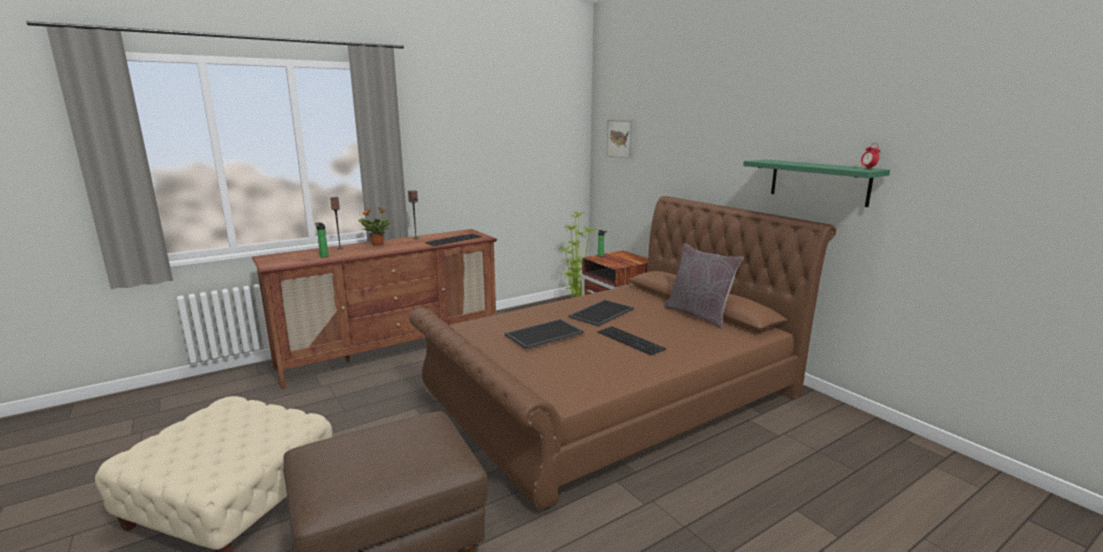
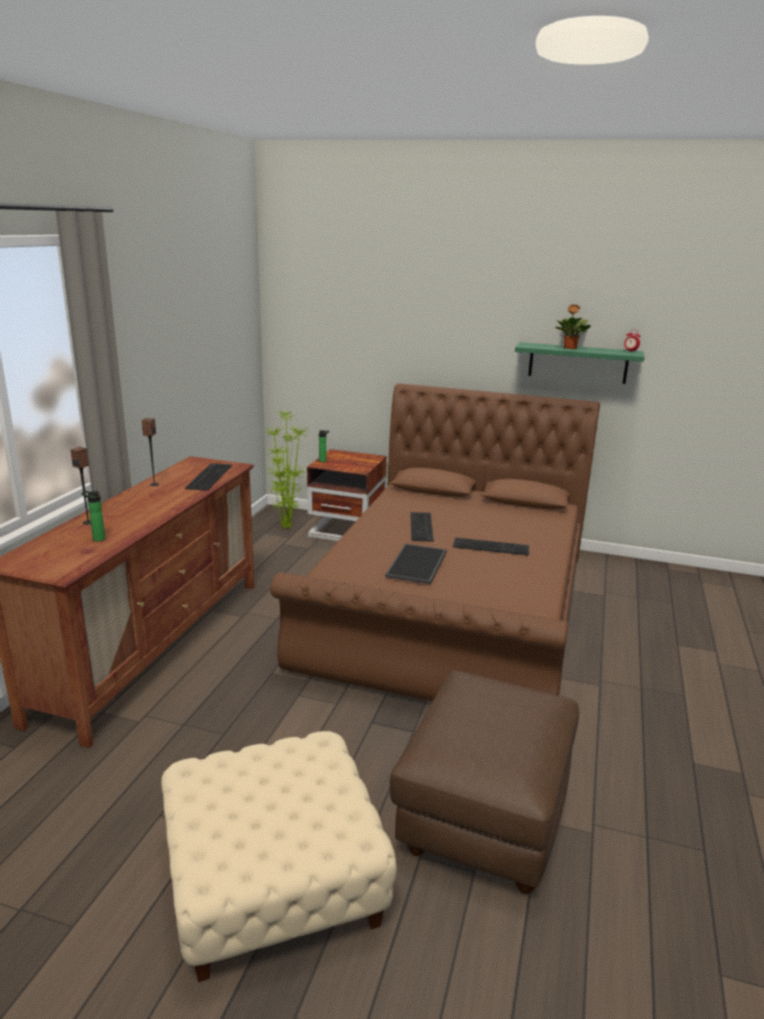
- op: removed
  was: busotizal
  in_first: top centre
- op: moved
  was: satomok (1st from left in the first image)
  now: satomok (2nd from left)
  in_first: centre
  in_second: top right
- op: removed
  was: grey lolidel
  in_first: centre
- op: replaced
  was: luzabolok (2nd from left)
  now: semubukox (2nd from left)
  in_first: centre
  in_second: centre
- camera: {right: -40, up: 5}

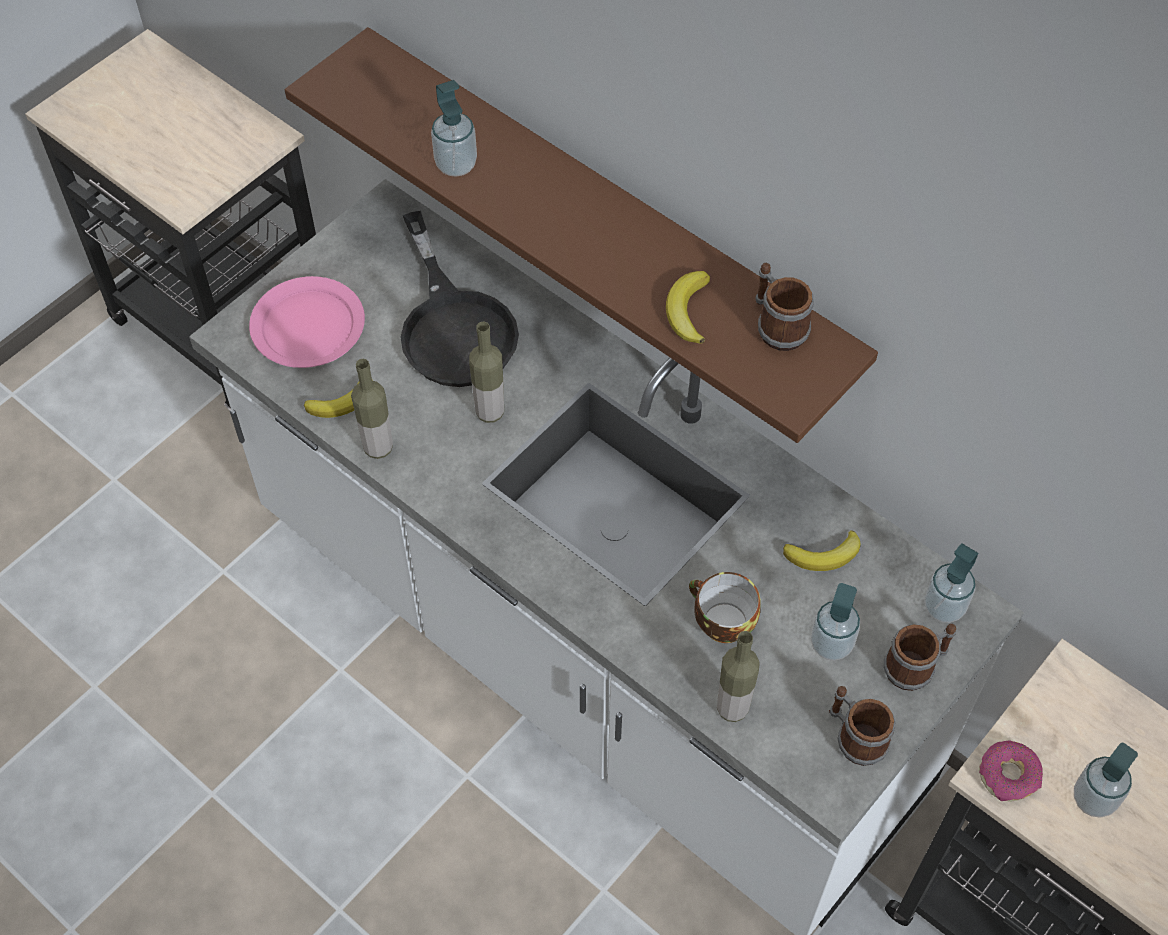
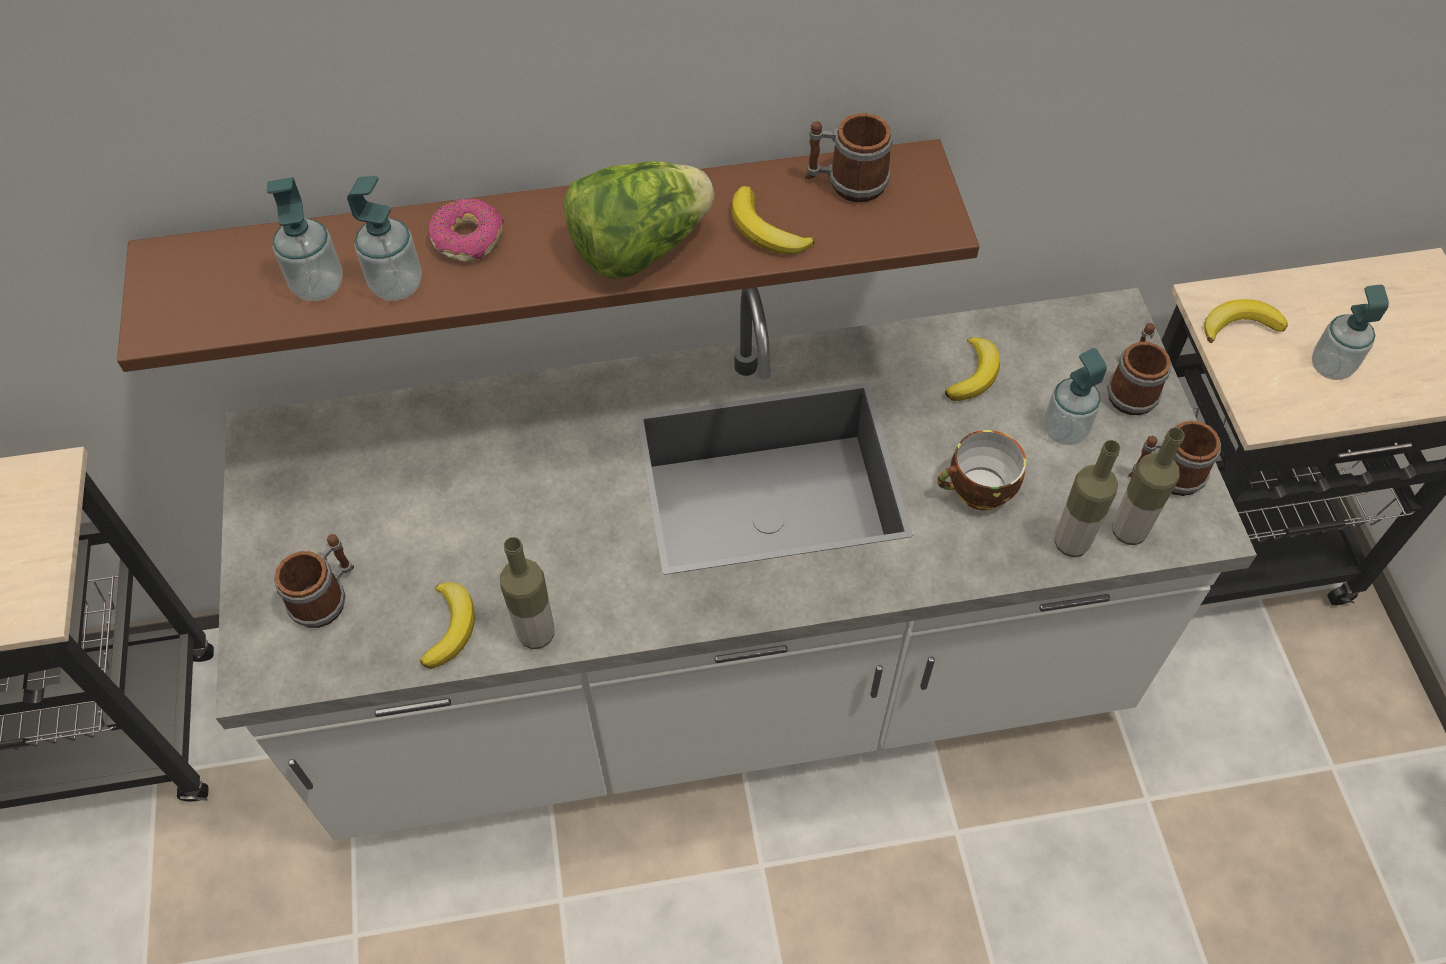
- op: removed
  was: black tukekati
  in_first: top centre
- op: replaced
  was: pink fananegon
  now: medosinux (1st from left)
  in_first: middle left
  in_second: middle left
- op: moved
  was: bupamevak (2nd from left in the first image)
  now: bupamevak (3rd from left)
  in_first: centre
  in_second: middle right
- op: moved
  was: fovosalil (3rd from left in the first image)
  now: fovosalil (1st from left)
  in_first: middle right
  in_second: top left
- op: moved
  was: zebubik
  in_first: bottom right
  in_second: top left
- op: added
  now: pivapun
  in_second: top centre
- op: added
  now: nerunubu (4th from left)
  in_second: top right
- camera: {right: -50, up: 0}

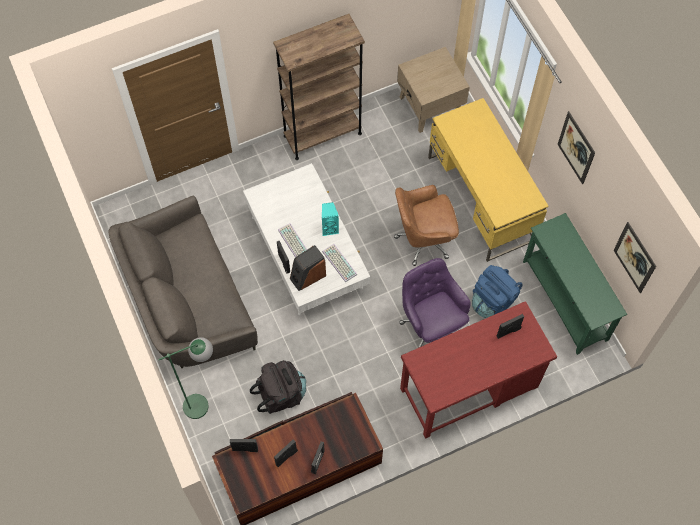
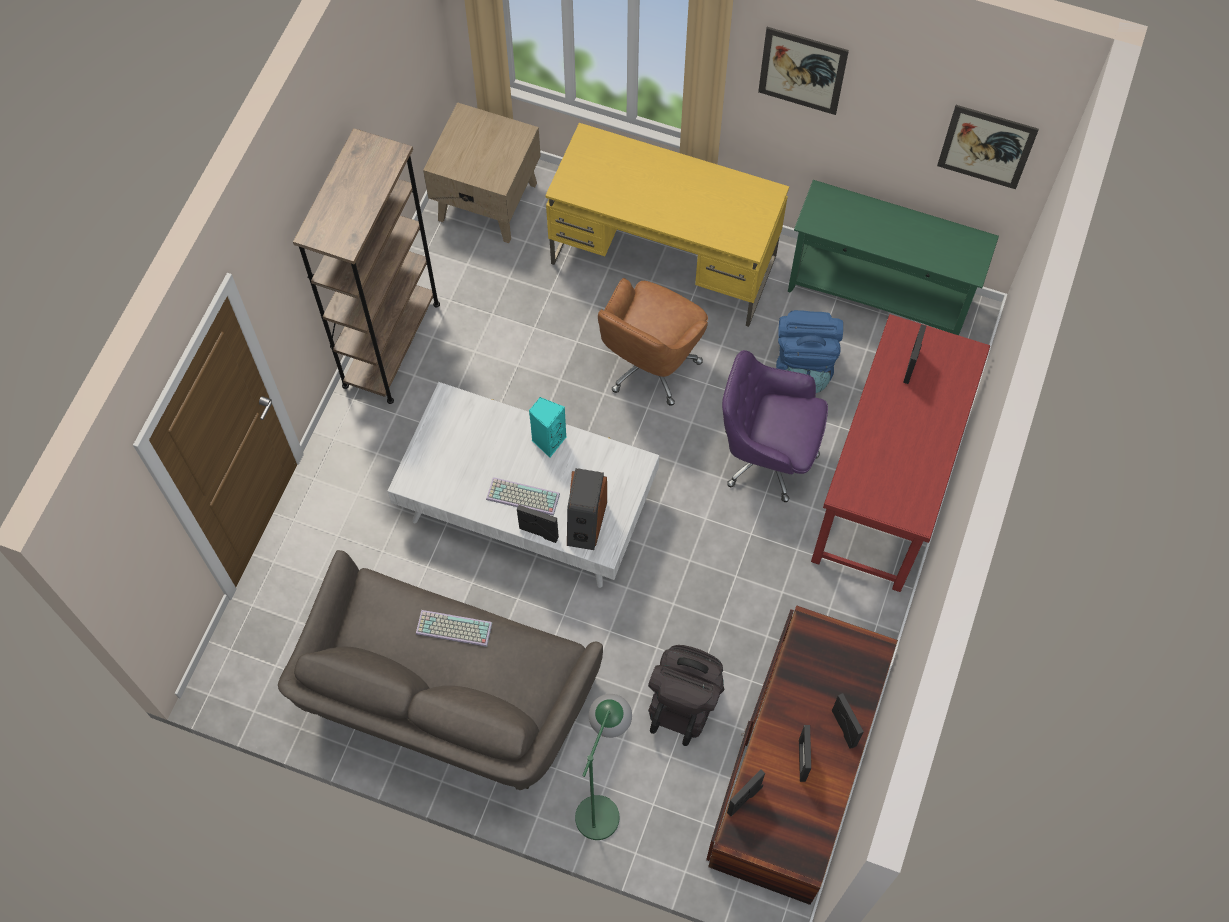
- op: moved
  was: semubukox (2nd from left in the first image)
  now: semubukox (1st from left)
  in_first: centre
  in_second: bottom centre
- camera: {right: -45, up: 0}

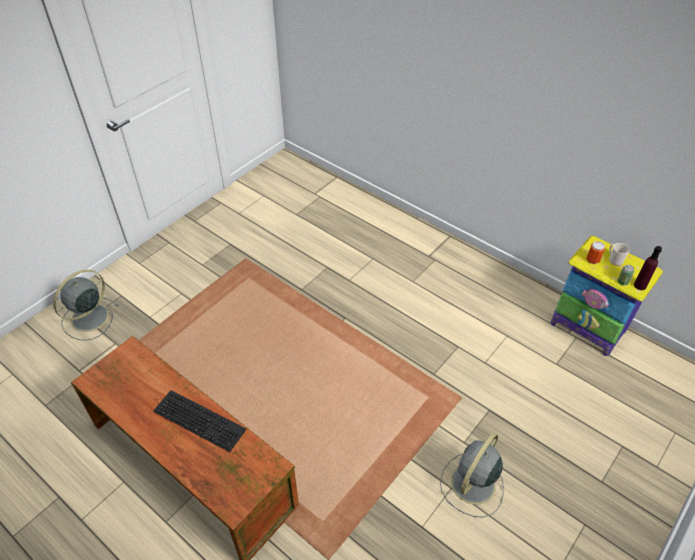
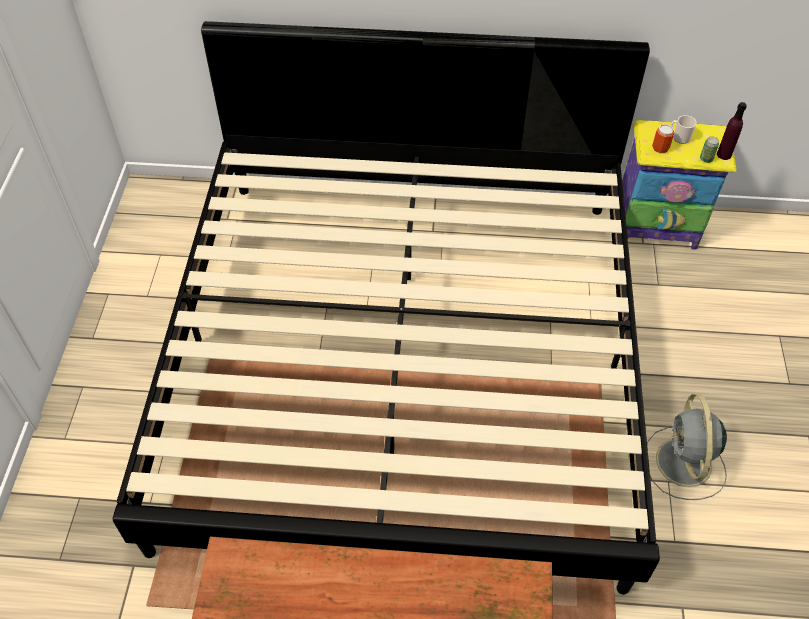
- op: removed
  was: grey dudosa (1st from left)
  in_first: middle left
- op: removed
  was: semubukox
  in_first: bottom left
- op: added
  now: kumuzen
  in_second: centre
- camera: {right: -35, up: 5}

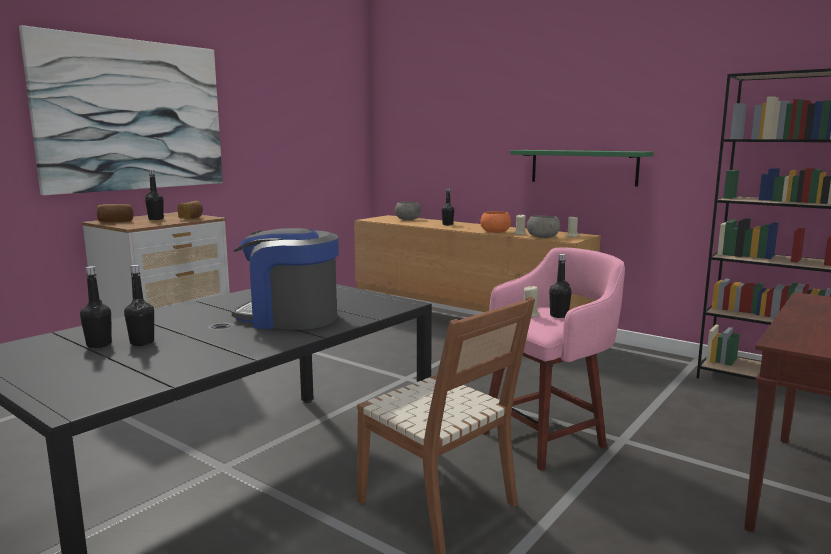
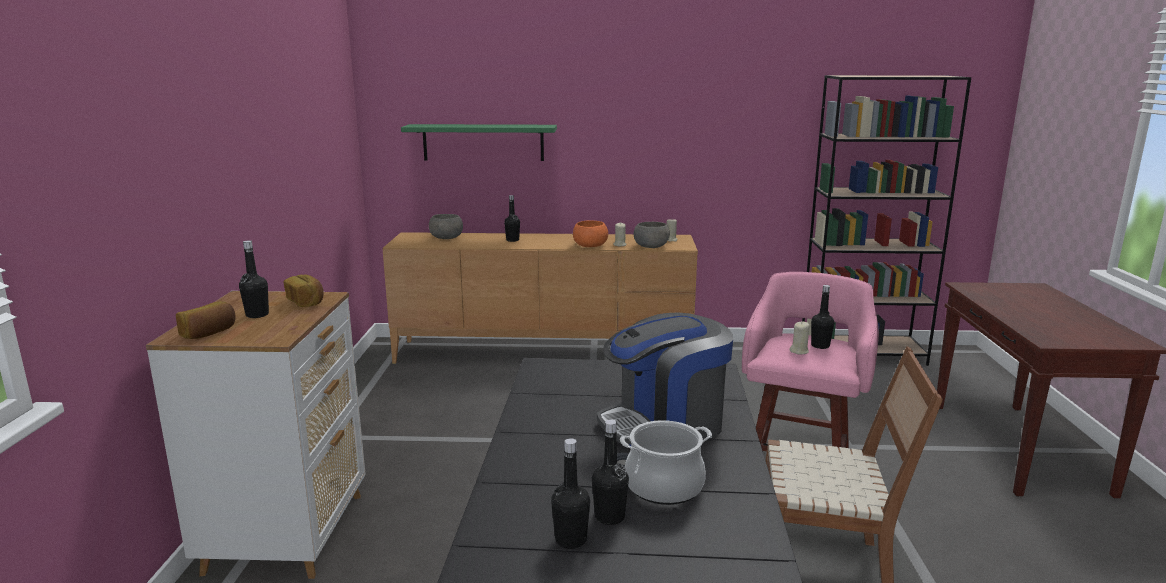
- op: removed
  was: busotizal
  in_first: top left
- op: moved
  was: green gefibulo
  in_first: top right
  in_second: top centre
- op: added
  now: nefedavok
  in_second: bottom centre
- camera: {right: -35, up: 5}

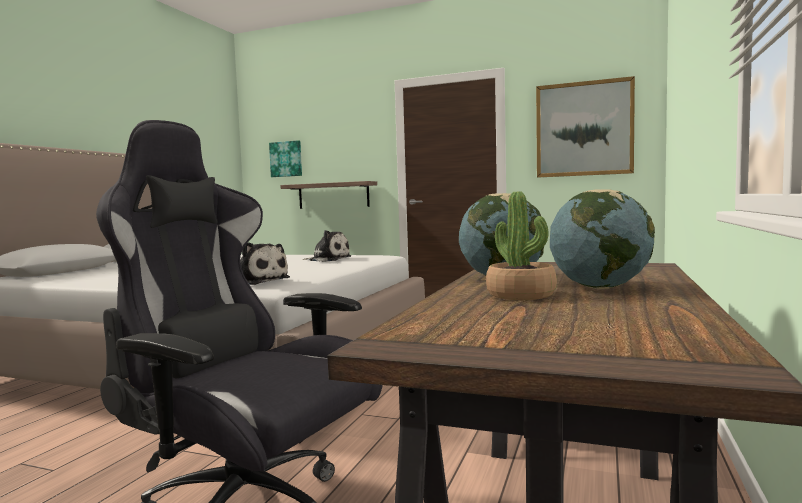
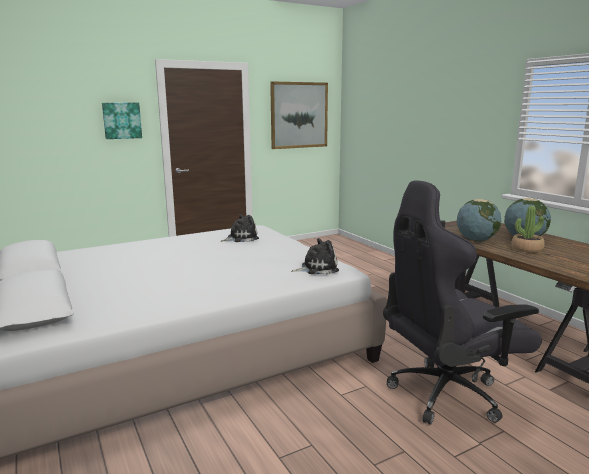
- op: moved
  was: busotizal (1st from left)
  in_first: top centre
  in_second: top left
- op: removed
  was: gefibulo
  in_first: centre
- camera: {right: -50, up: 10}

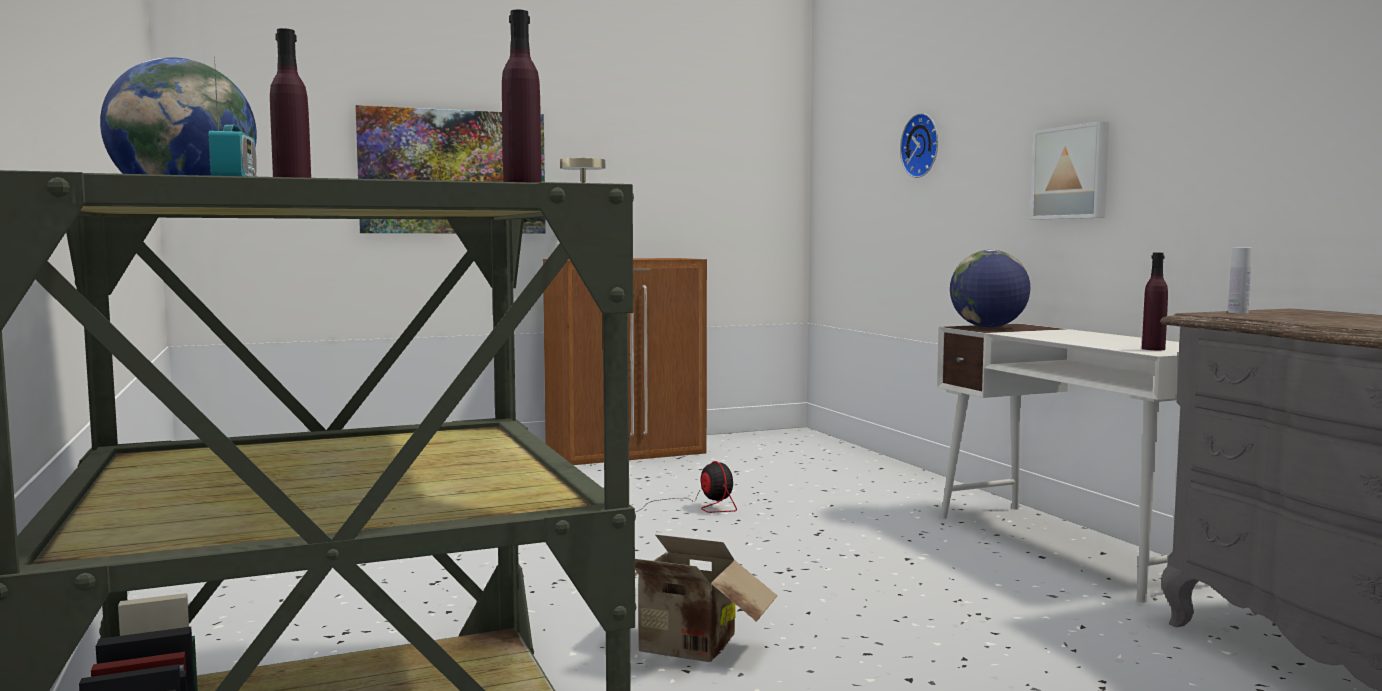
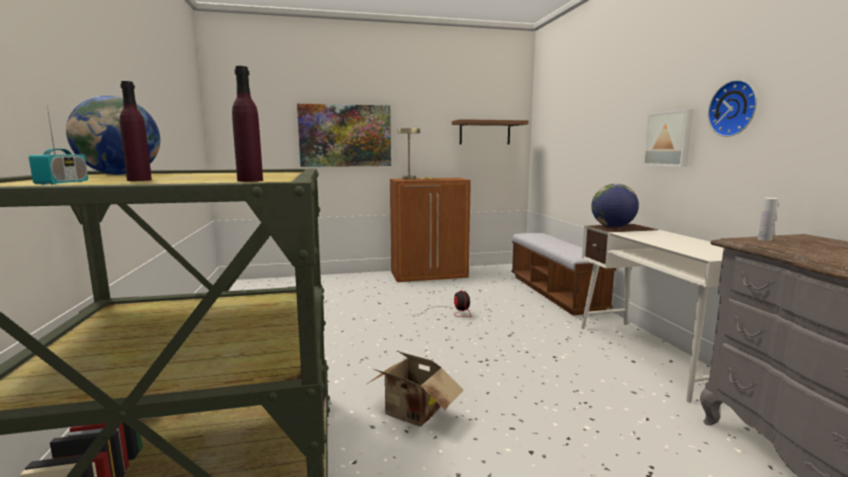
- op: moved
  was: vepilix
  in_first: top centre
  in_second: top right
- op: removed
  was: purple bupamevak (3rd from left)
  in_first: middle right
- op: added
  now: brown gefibulo
  in_second: top centre
- op: added
  now: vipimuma
  in_second: centre
- camera: {right: 10, up: 5}

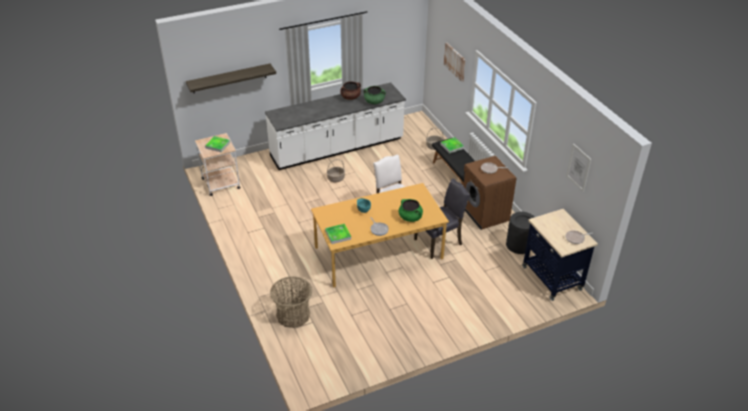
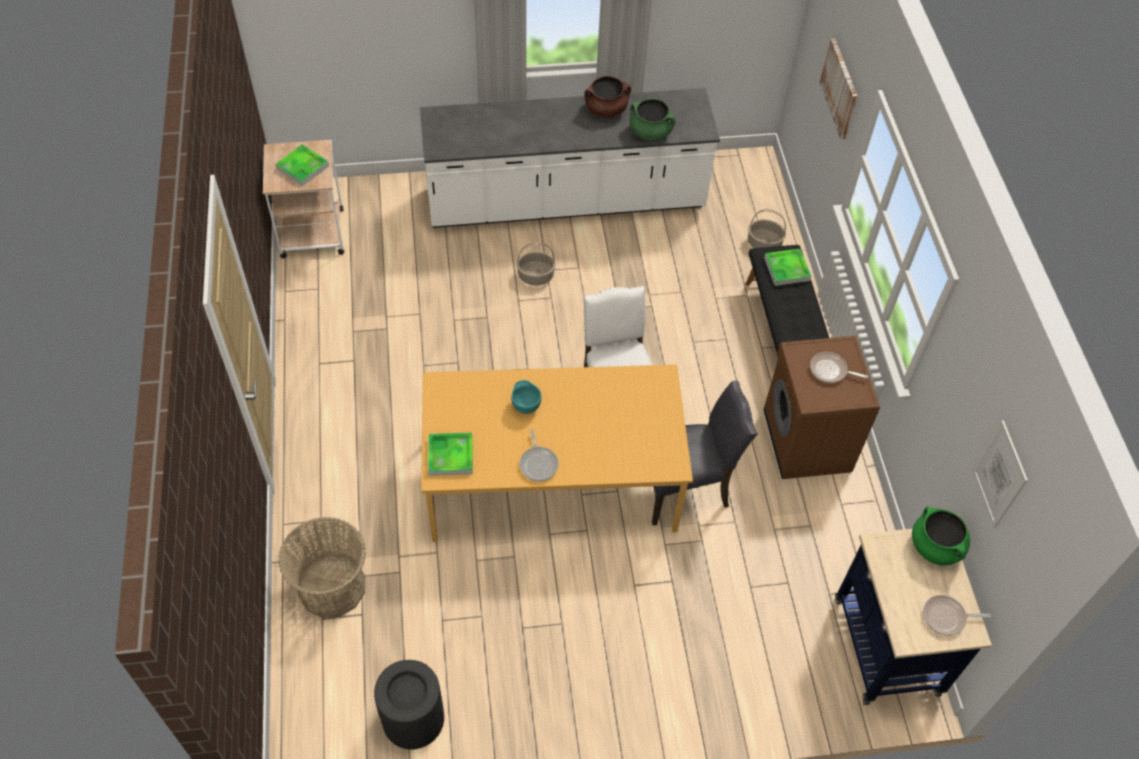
- op: removed
  was: gefibulo
  in_first: top left
- op: moved
  was: green nefedavok (2nd from left)
  in_first: centre
  in_second: bottom right
- op: moved
  was: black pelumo
  in_first: middle right
  in_second: bottom centre
- camera: {right: 15, up: 15}

